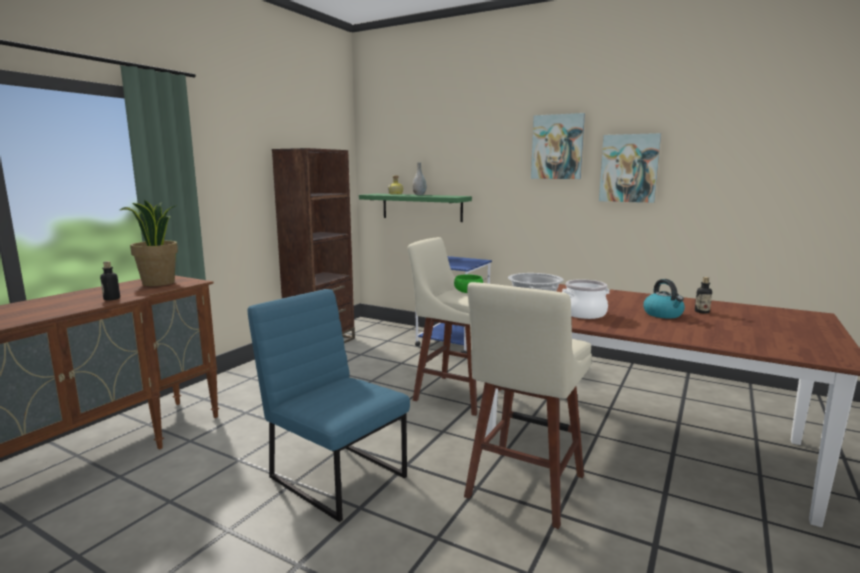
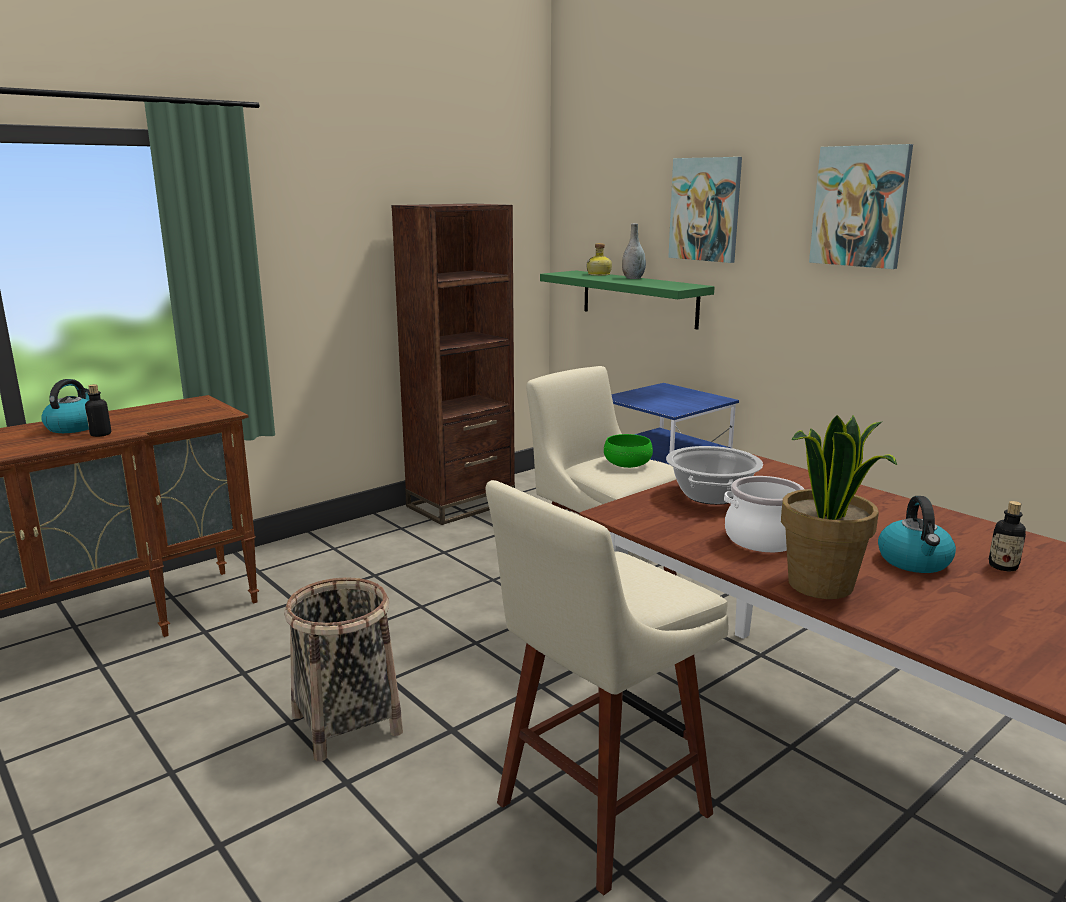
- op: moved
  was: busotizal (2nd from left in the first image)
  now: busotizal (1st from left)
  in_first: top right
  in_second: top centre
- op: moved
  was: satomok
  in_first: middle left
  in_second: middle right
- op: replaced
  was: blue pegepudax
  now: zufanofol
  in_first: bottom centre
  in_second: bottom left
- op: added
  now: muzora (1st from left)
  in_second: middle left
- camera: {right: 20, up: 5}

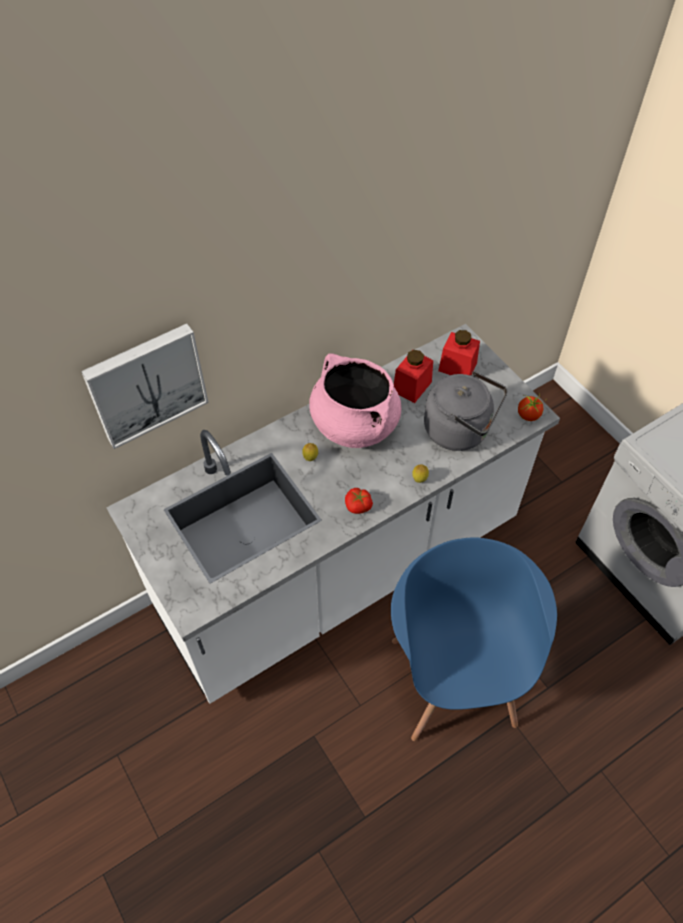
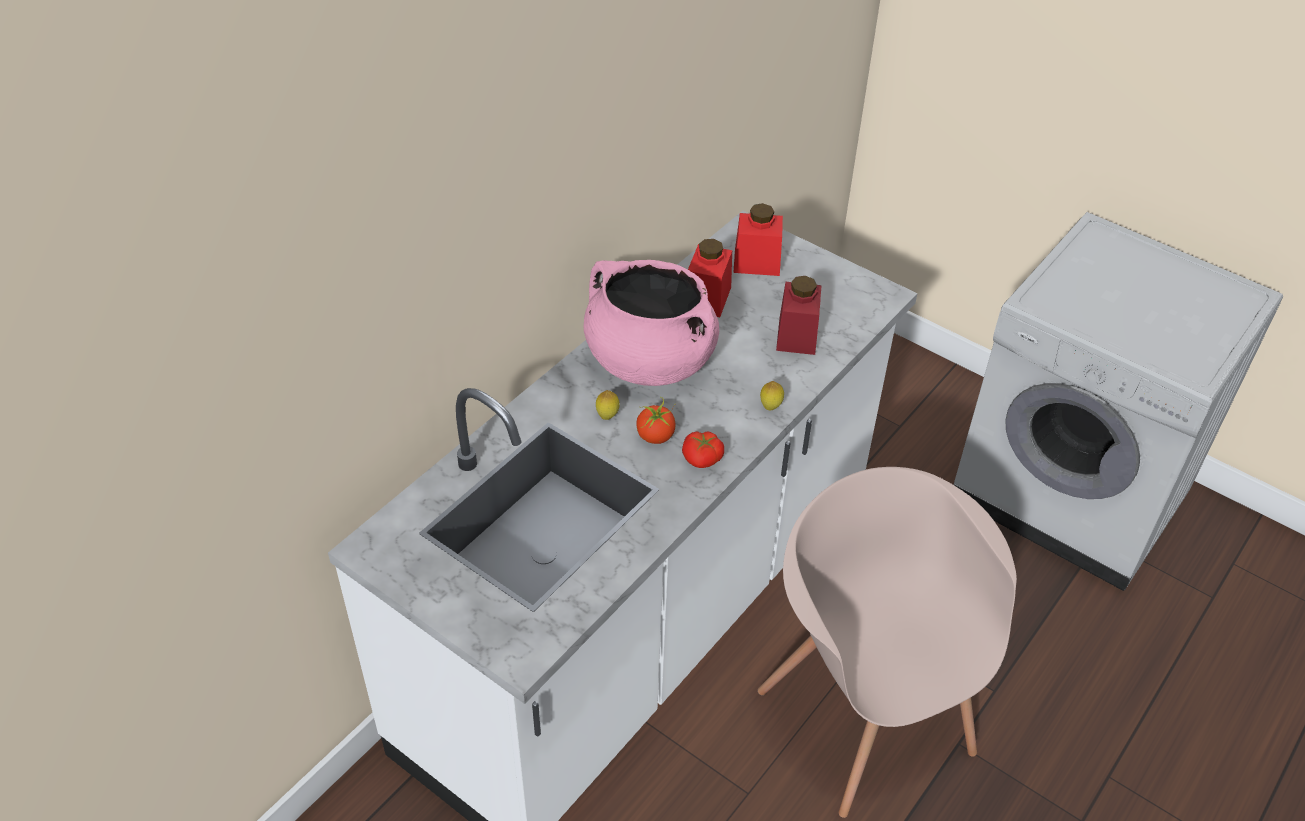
- op: removed
  was: busotizal
  in_first: middle left
- op: replaced
  was: grey muzora
  now: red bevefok (3rd from left)
  in_first: middle right
  in_second: centre
- op: moved
  was: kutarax (2nd from left in the first image)
  now: kutarax (1st from left)
  in_first: middle right
  in_second: centre
- op: recoloured
  was: blue pegepudax
  now: beige pegepudax
  in_first: bottom right
  in_second: bottom right
- camera: {right: -20, up: -10}

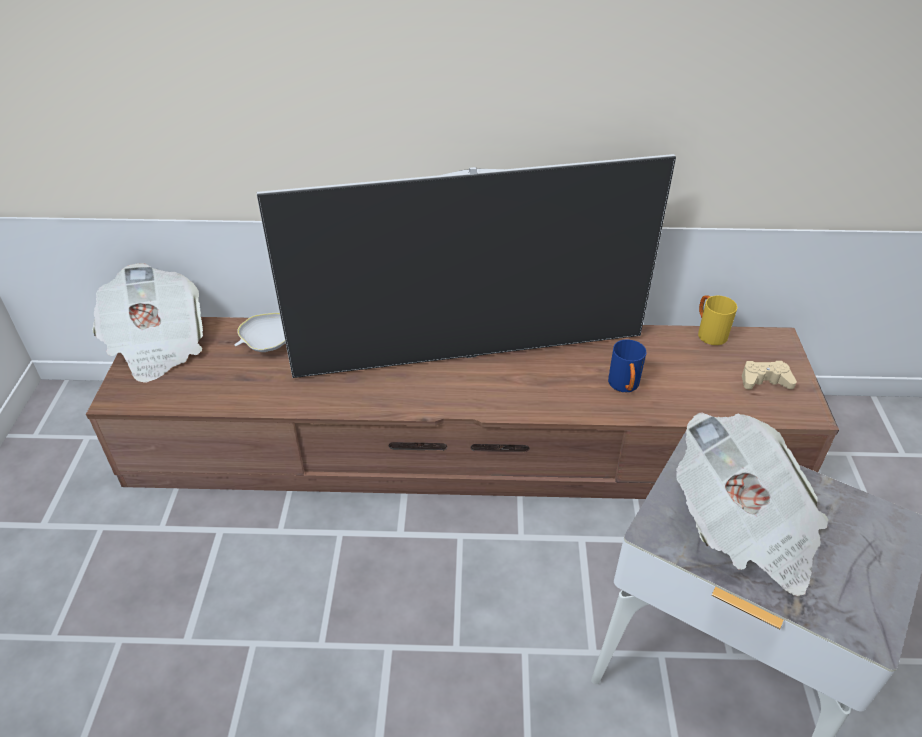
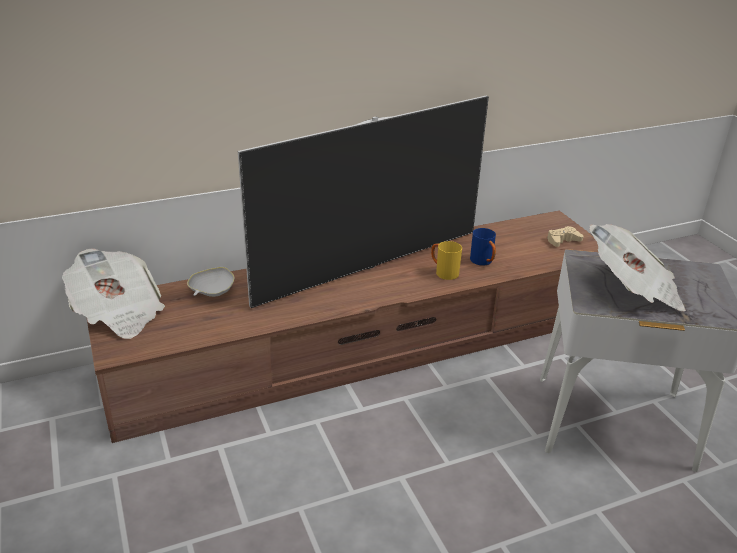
- op: moved
  was: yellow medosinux
  in_first: middle right
  in_second: centre
- camera: {right: -25, up: -10}

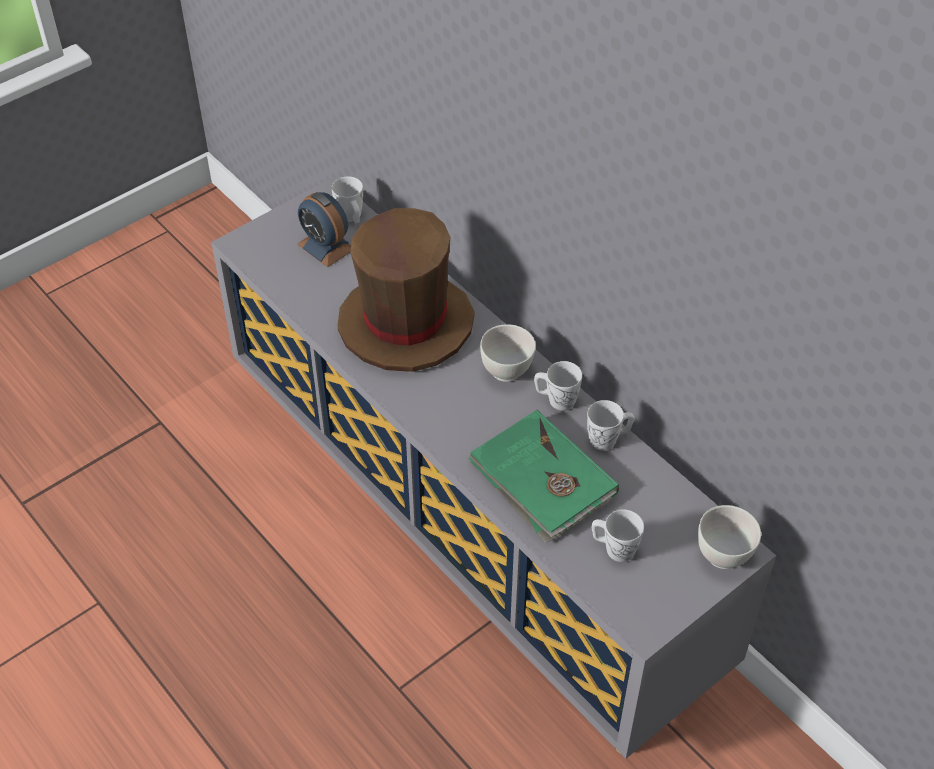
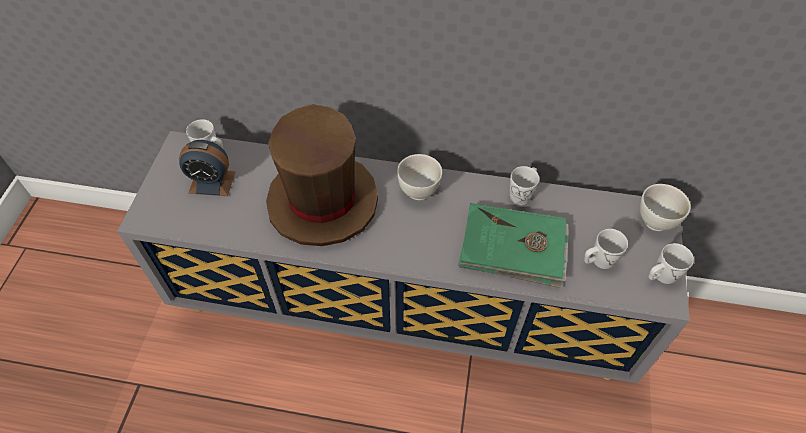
- op: moved
  was: white medosinux (2nd from left in the first image)
  now: white medosinux (4th from left)
  in_first: centre
  in_second: middle right
- camera: {right: -40, up: 5}

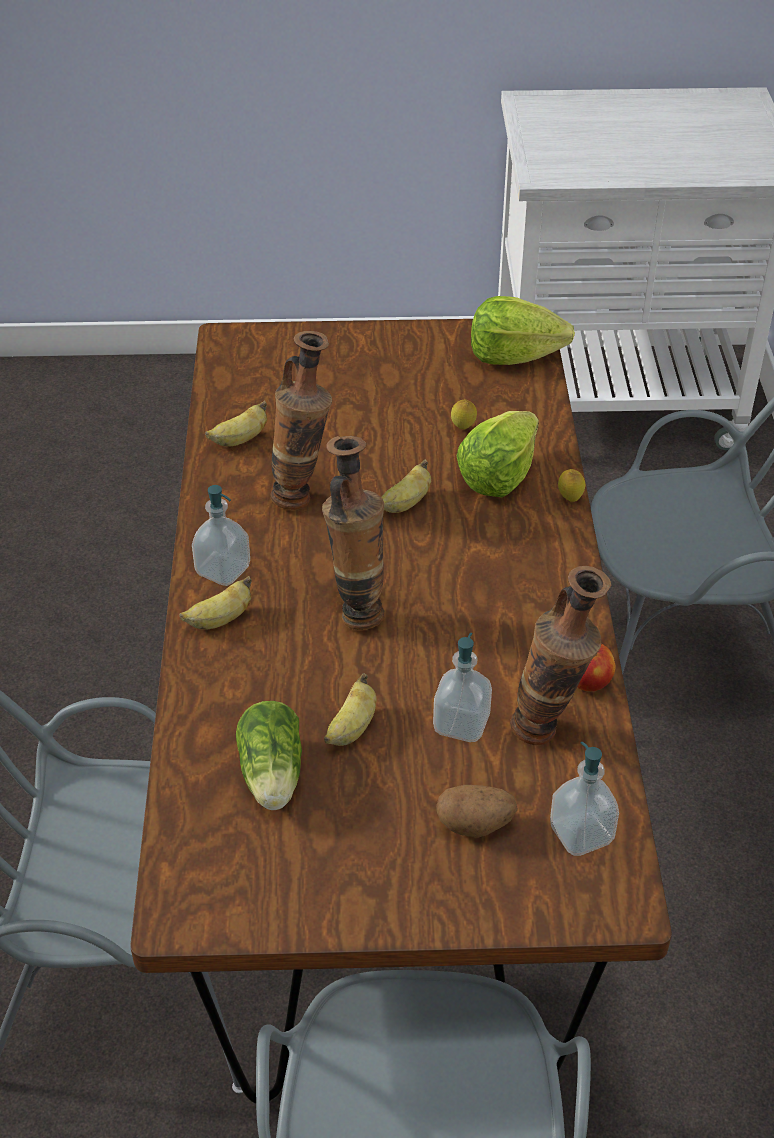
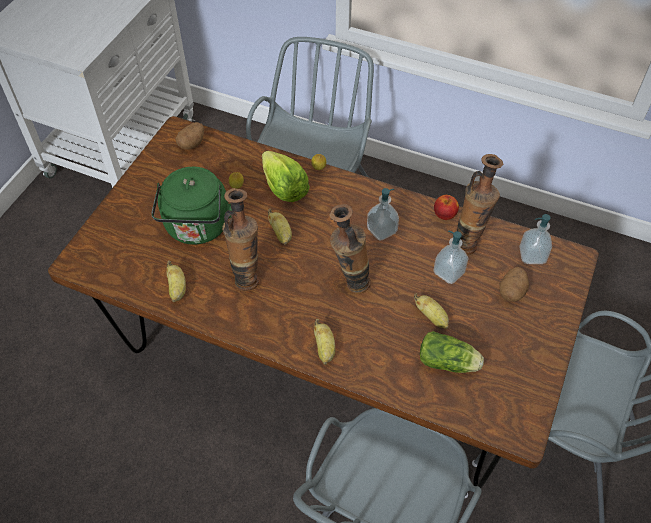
- op: replaced
  was: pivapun (3rd from left)
  now: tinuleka (1st from left)
  in_first: top right
  in_second: top left
- op: moved
  was: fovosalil (1st from left)
  in_first: middle left
  in_second: centre
- op: added
  now: green muzora
  in_second: middle left
- camera: {right: -65, up: 10}

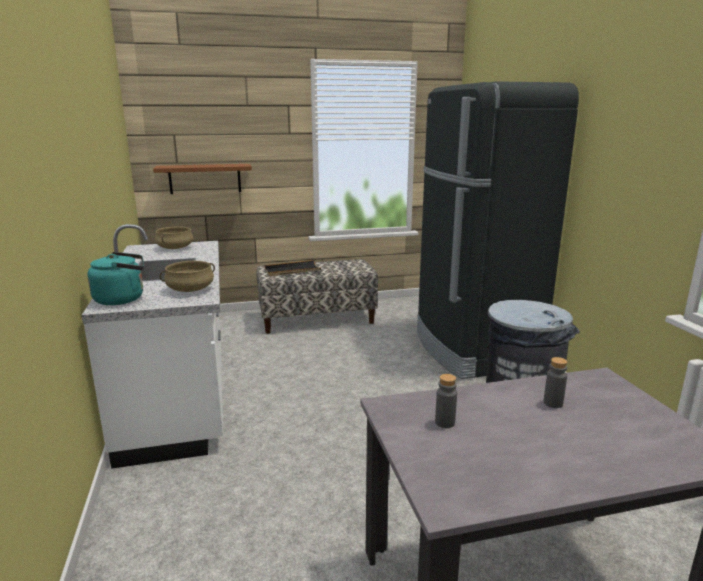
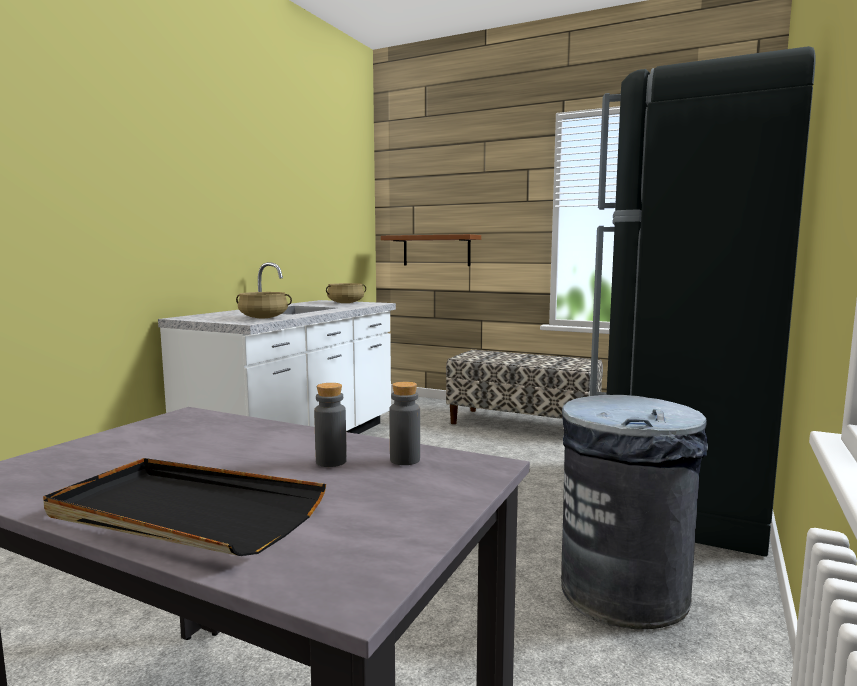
- op: removed
  was: turquoise muzora
  in_first: middle left
- op: moved
  was: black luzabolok
  in_first: centre
  in_second: bottom left
- op: moved
  was: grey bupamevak (1st from left in the first image)
  now: grey bupamevak (2nd from left)
  in_first: bottom centre
  in_second: centre
- camera: {right: 40, up: -10}

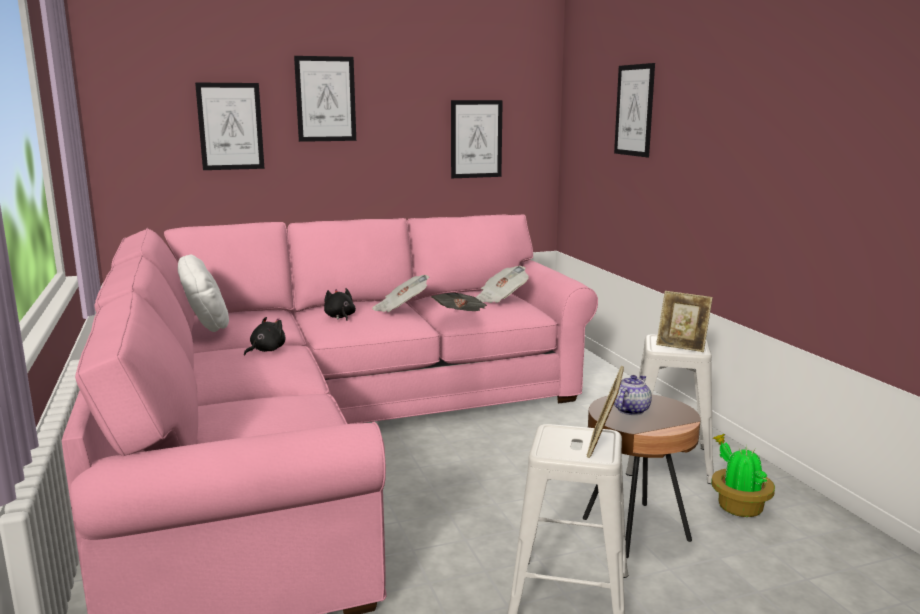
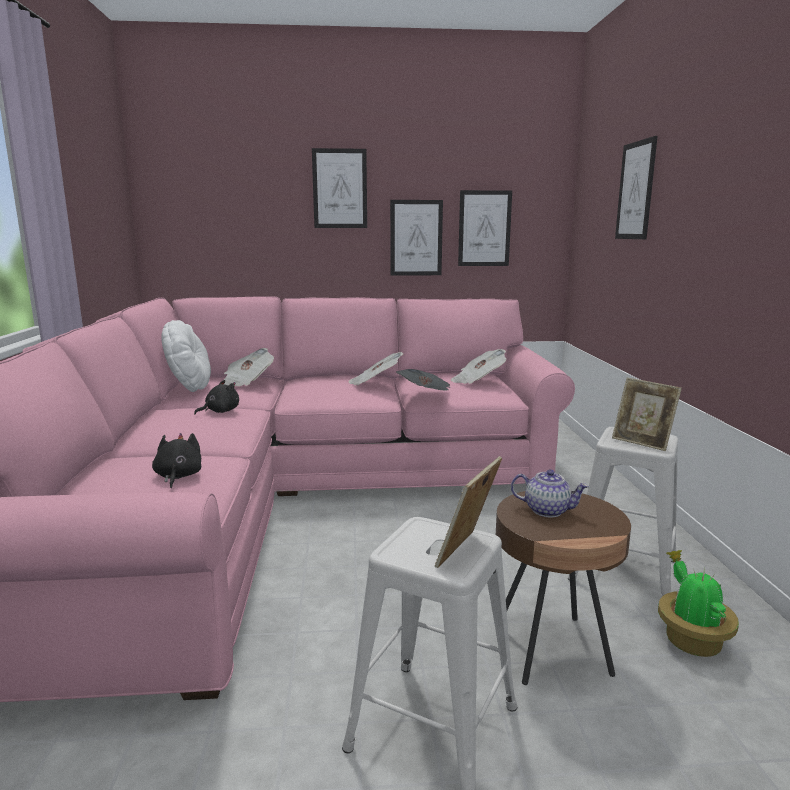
- op: moved
  was: busotizal (1st from left in the first image)
  now: busotizal (2nd from left)
  in_first: top left
  in_second: top centre
- op: moved
  was: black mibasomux (2nd from left in the first image)
  now: black mibasomux (1st from left)
  in_first: centre
  in_second: middle left
- op: turned
  was: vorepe
  in_first: middle right
  in_second: middle right
  clockwise: 60
- op: added
  now: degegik (1st from left)
  in_second: middle left
- camera: {right: 15, up: 0}

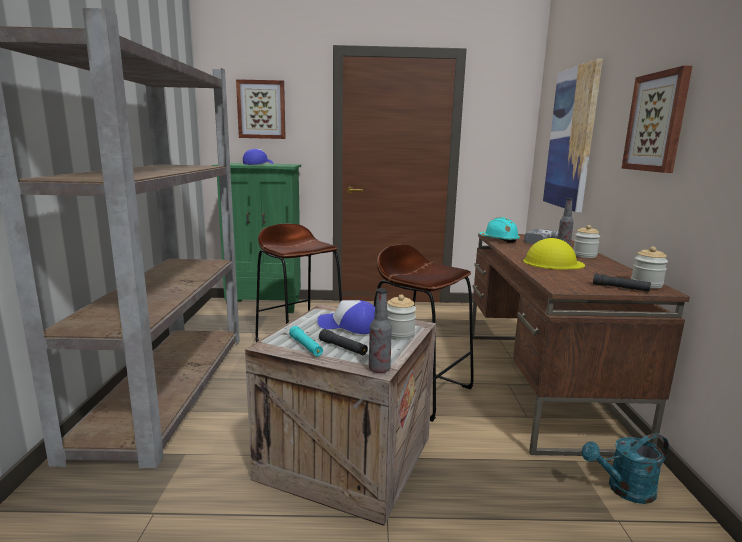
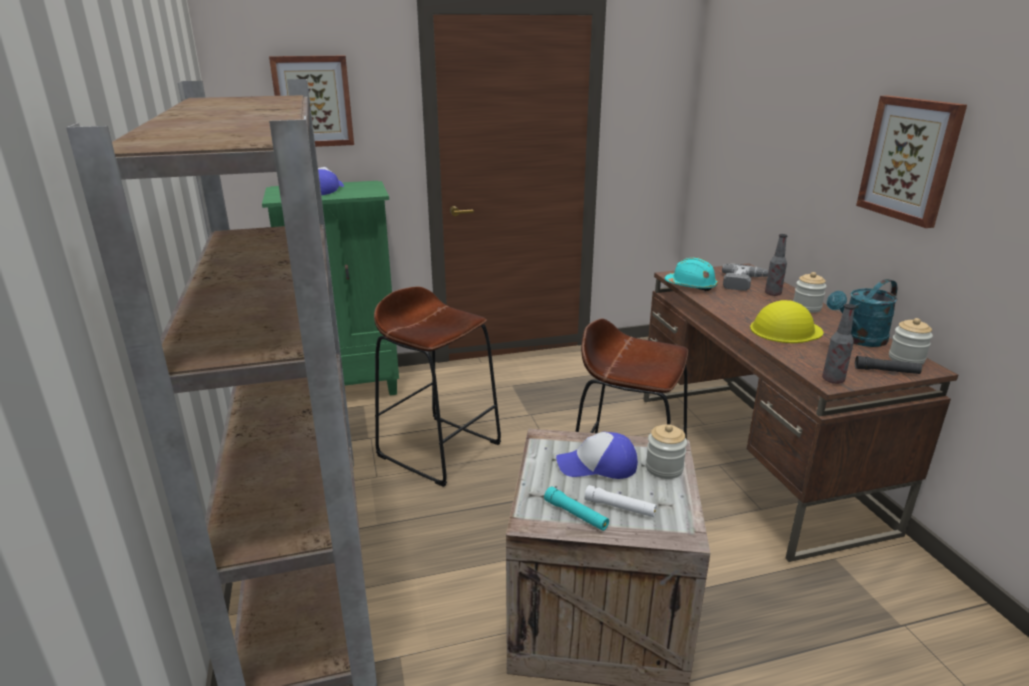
- op: removed
  was: busotizal (2nd from left)
  in_first: top right
- op: moved
  was: bupamevak (1st from left in the first image)
  now: bupamevak (2nd from left)
  in_first: centre
  in_second: middle right
- op: recoloured
  was: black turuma (1st from left)
  now: white turuma
  in_first: centre
  in_second: bottom centre
- op: moved
  was: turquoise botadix
  in_first: bottom right
  in_second: middle right
- camera: {right: -15, up: 10}

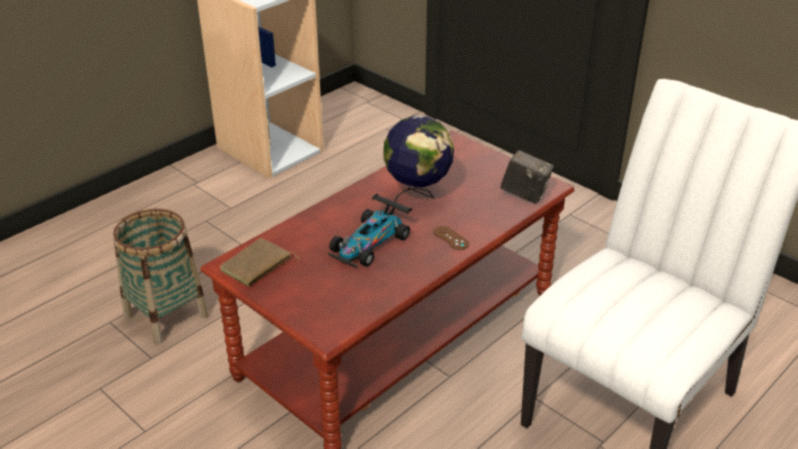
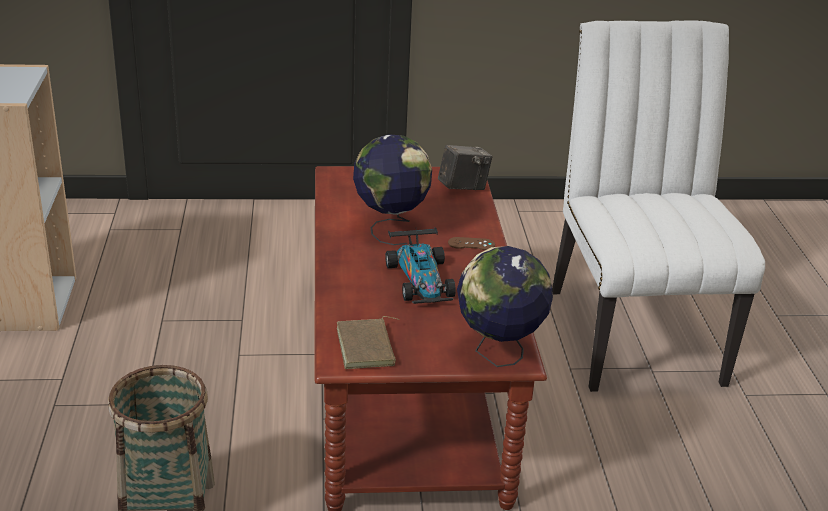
- op: added
  now: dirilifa (2nd from left)
  in_second: centre
- camera: {right: -50, up: -5}

